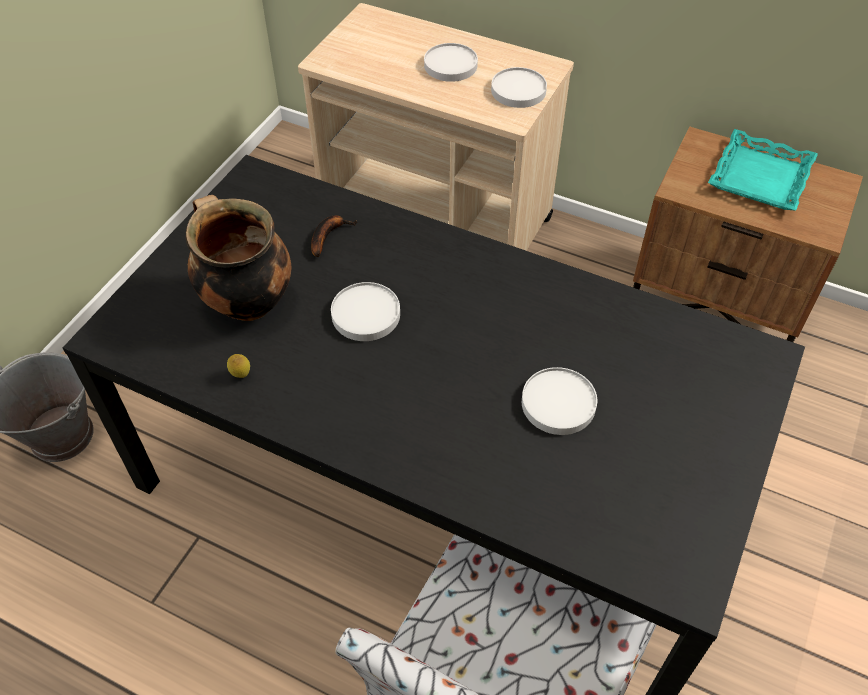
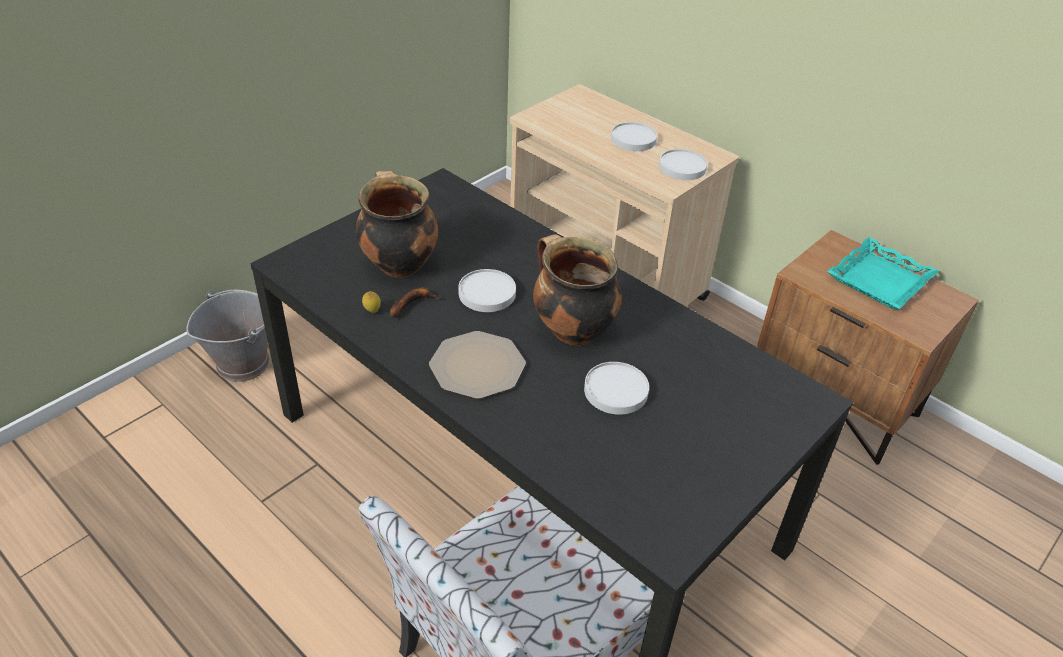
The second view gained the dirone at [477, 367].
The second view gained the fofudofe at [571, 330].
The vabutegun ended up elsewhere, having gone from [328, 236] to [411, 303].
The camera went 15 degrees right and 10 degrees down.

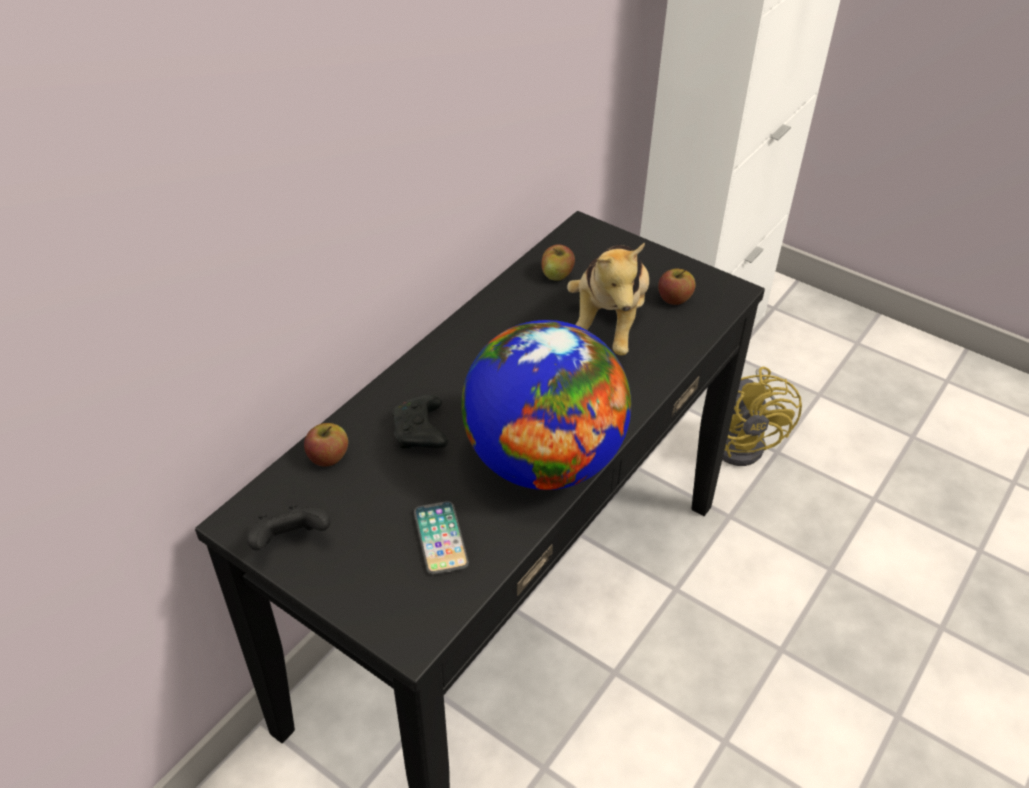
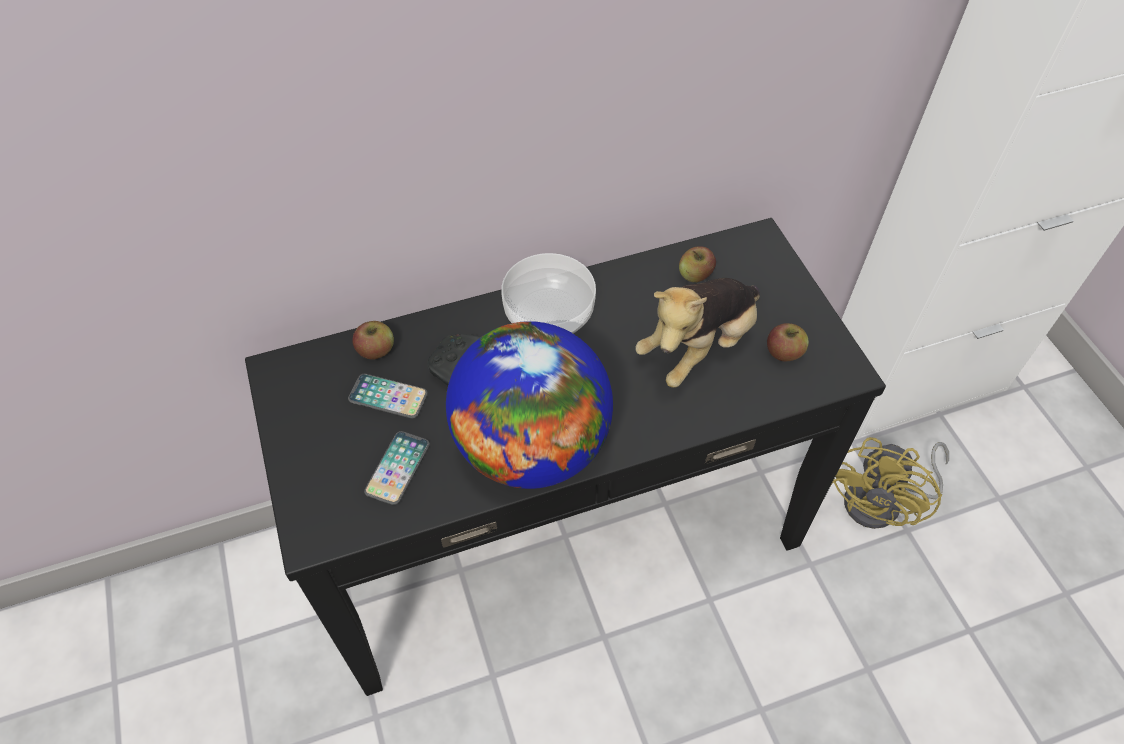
The second view lost the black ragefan at [291, 542].
The second view gained the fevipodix at [388, 397].
The second view gained the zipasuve at [549, 312].
The camera went 35 degrees right and 10 degrees up.

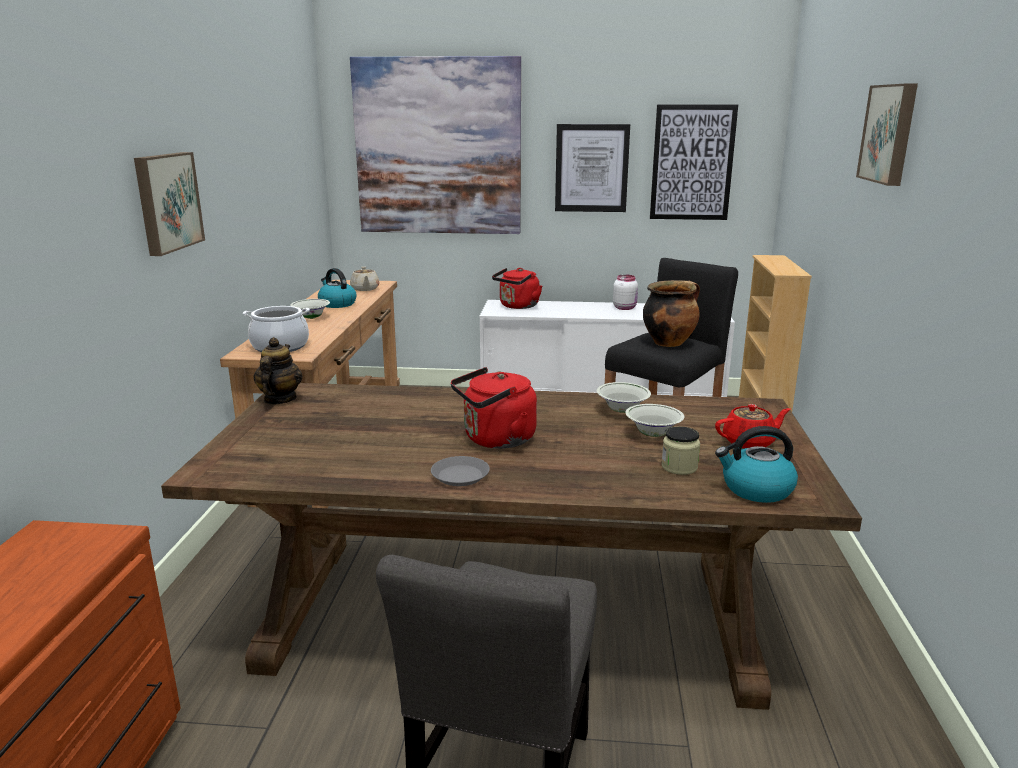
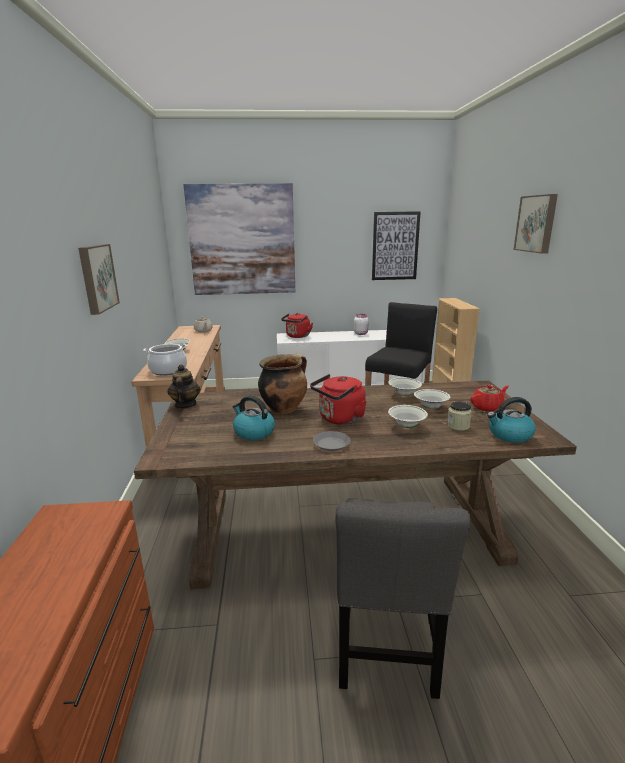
The second view lost the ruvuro at [591, 168].
The second view gained the white zipasuve at [406, 426].
The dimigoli ended up elsewhere, having gone from [337, 304] to [253, 432].
The fofudofe ended up elsewhere, having gone from [669, 342] to [284, 408].
The camera went 10 degrees left and 0 degrees up.

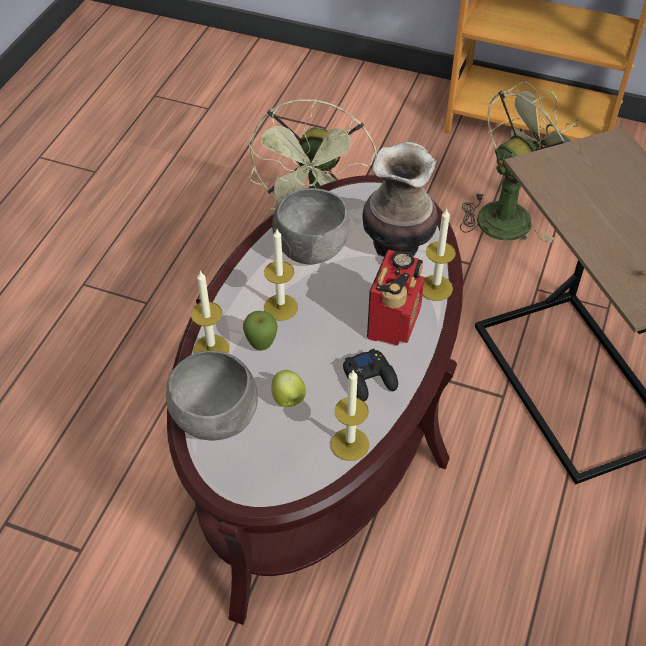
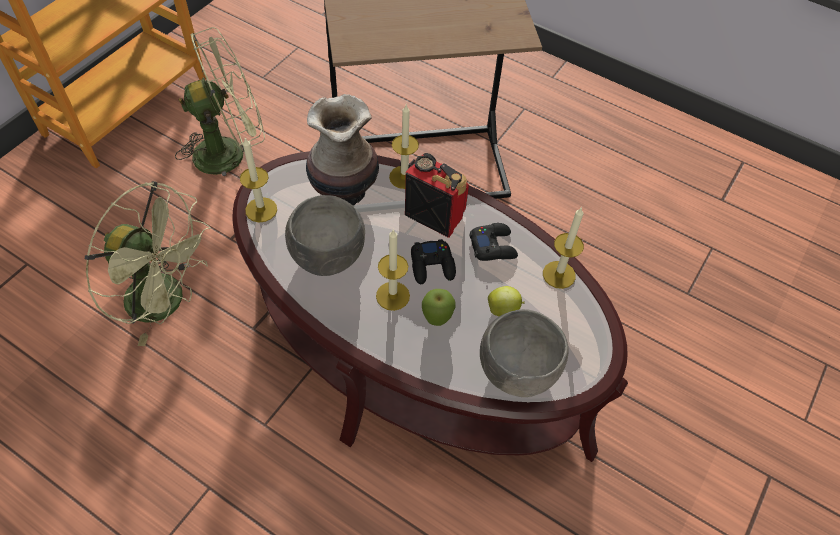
The second view gained the black ragefan at [432, 265].
The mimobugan ended up elsewhere, having gone from [211, 348] to [261, 210].
The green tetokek at [512, 215] ended up facing another way, 90 degrees clockwise from before.
The camera went 80 degrees left and 5 degrees up.

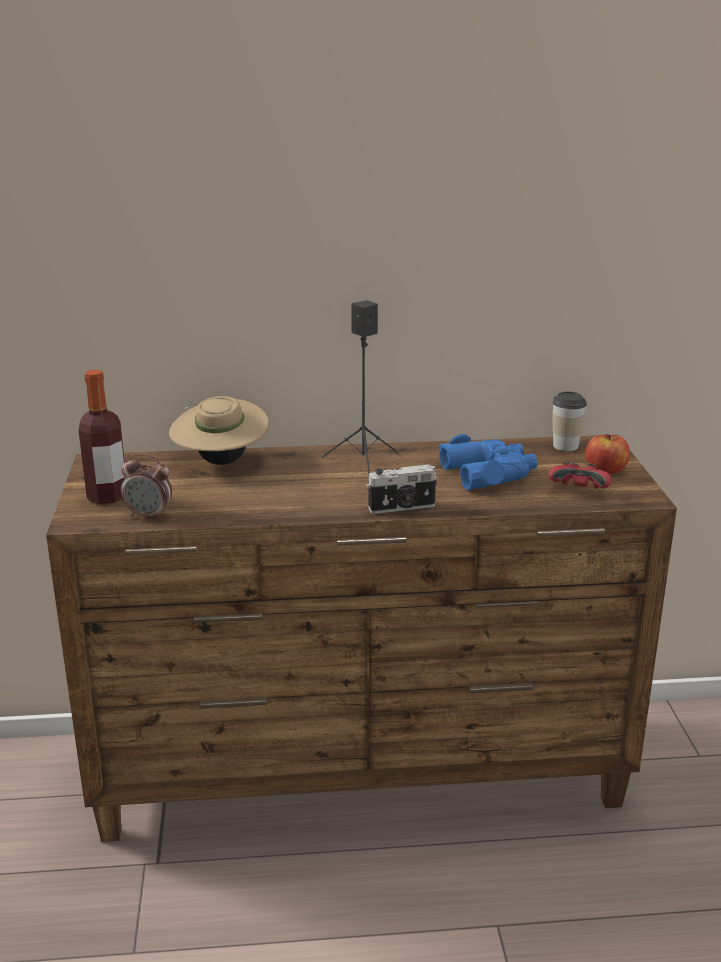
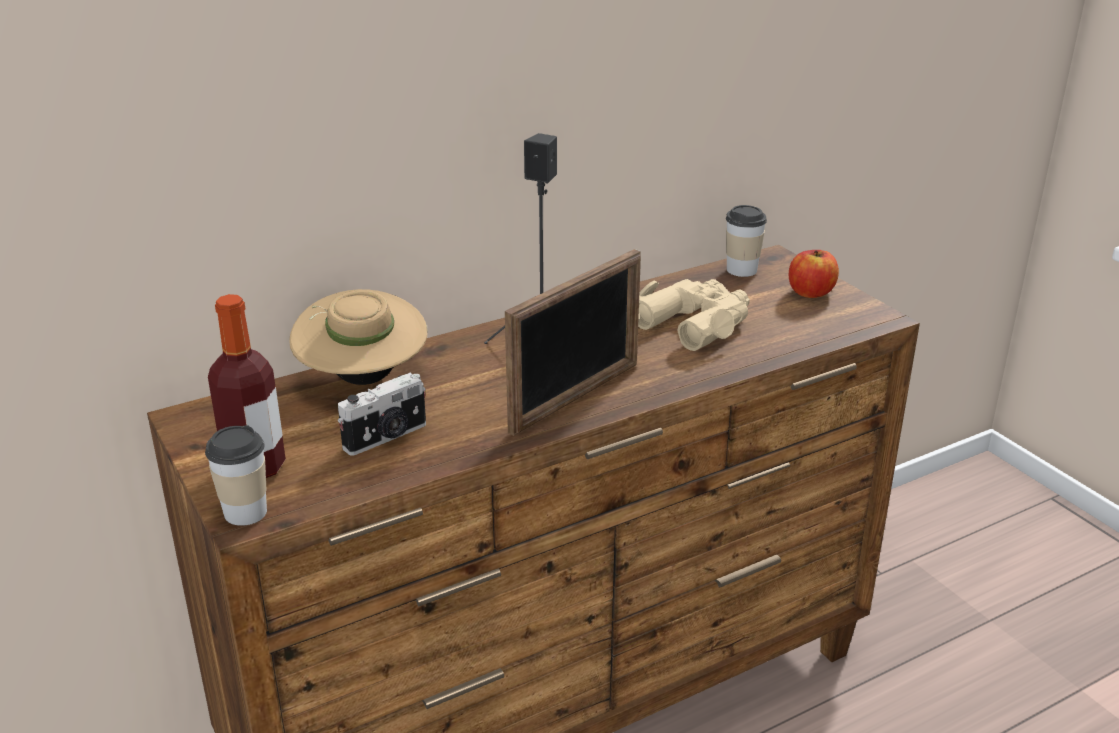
The second view lost the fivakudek at [149, 515].
The second view lost the red ragefan at [579, 490].
The second view gained the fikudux at [245, 512].
The second view gained the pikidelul at [576, 397].
The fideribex ended up elsewhere, having gone from [402, 508] to [387, 437].
What was the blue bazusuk at [489, 473] turned into the beige bazusuk at [695, 322].
The camera went 25 degrees left and 5 degrees up.

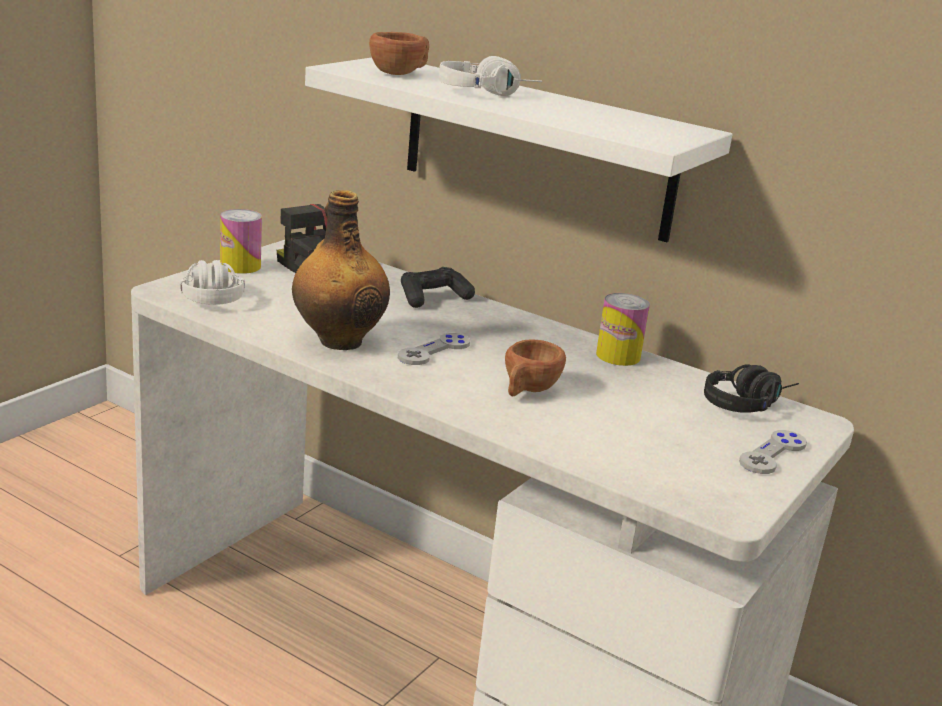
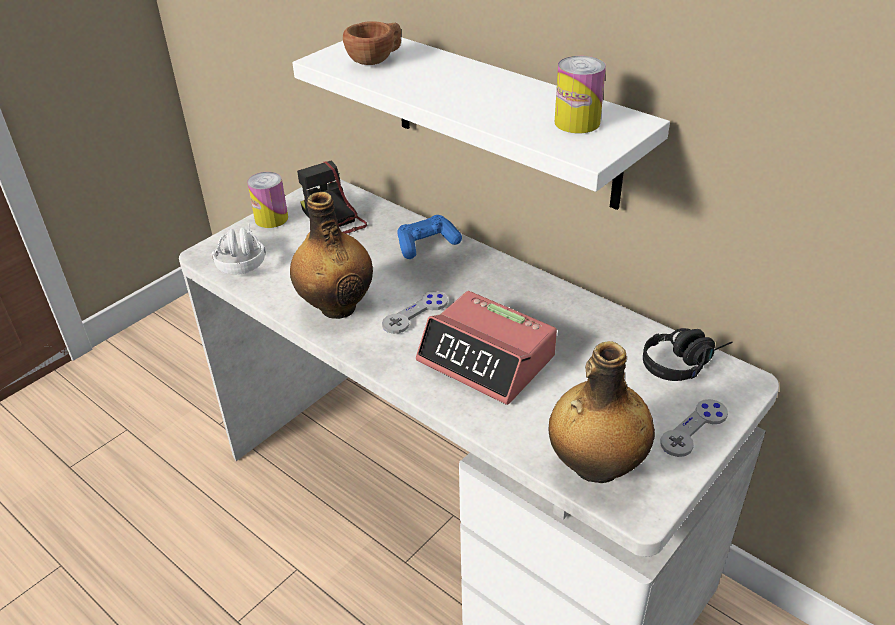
The second view lost the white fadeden at [487, 93].
The second view gained the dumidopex at [595, 467].
The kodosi ended up elsewhere, having gone from [618, 356] to [577, 122].
Where the brown fikudux stood at [527, 390], the fivakudek came to stand at [487, 359].
What was the black ragefan at [433, 298] turned into the blue ragefan at [427, 244].
The camera went 10 degrees right and 15 degrees up.

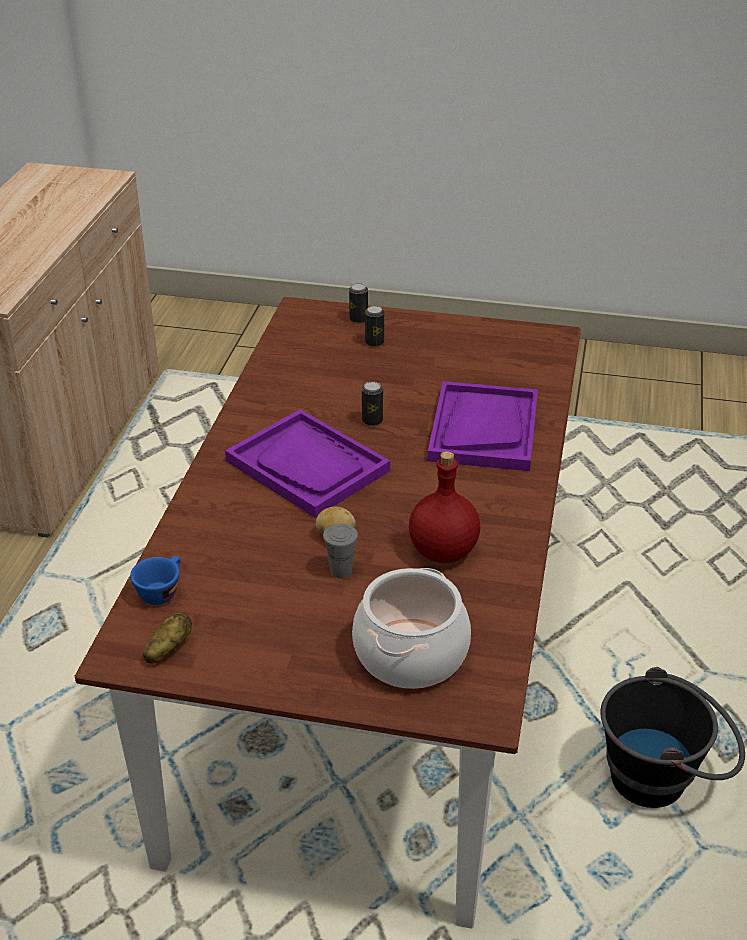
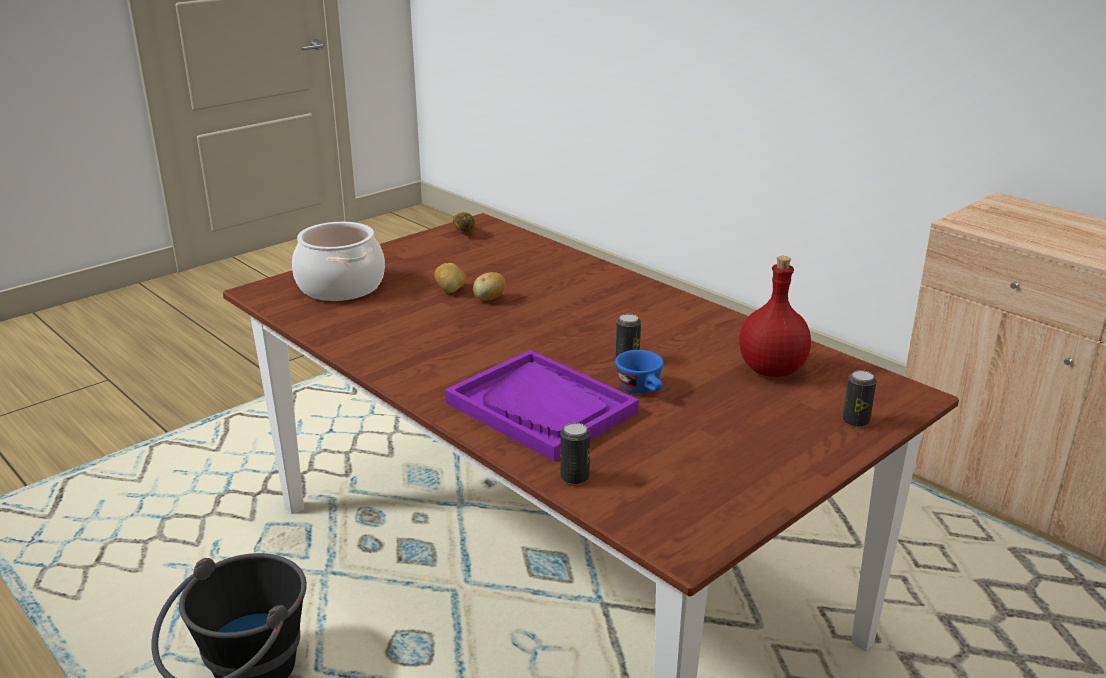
The second view lost the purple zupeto at [308, 466].
The blue fikudux ended up elsewhere, having gone from [161, 590] to [642, 390].
The kodosi ended up elsewhere, having gone from [374, 342] to [574, 477].
The red dumidopex ended up elsewhere, having gone from [442, 552] to [771, 369].
Where the grey fikudux stood at [341, 571], the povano came to stand at [451, 290].
The camera went 125 degrees right and 10 degrees down.

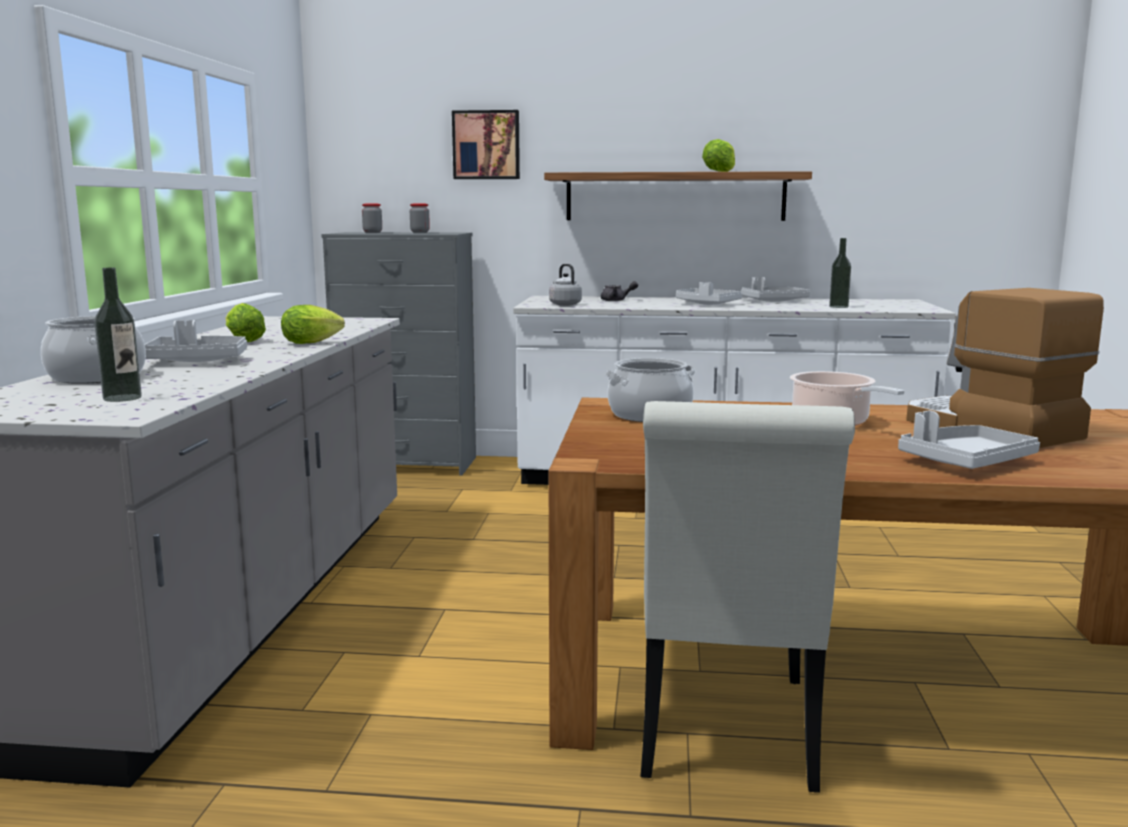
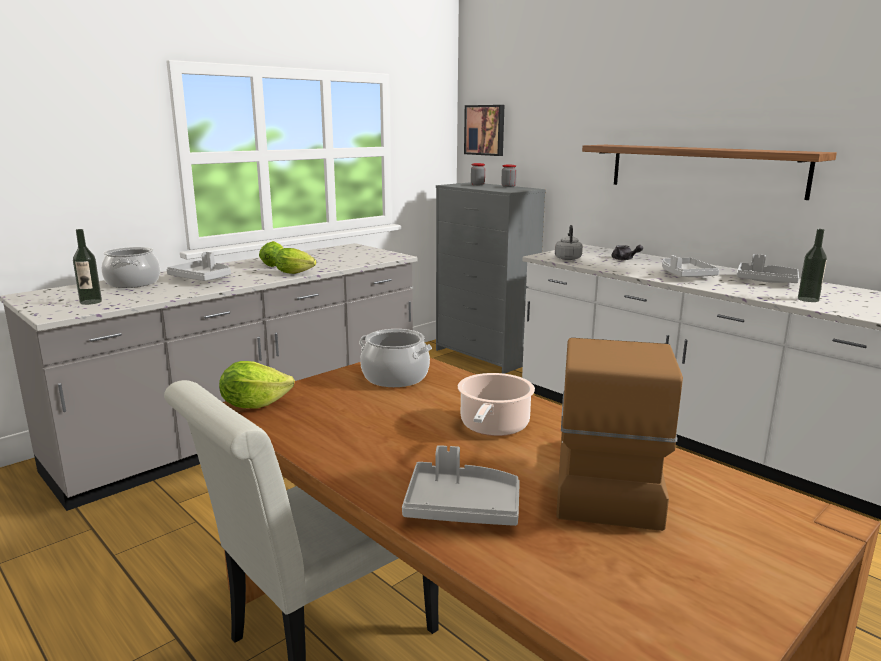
The ruvuro ended up elsewhere, having gone from [486, 145] to [485, 130].
The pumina ended up elsewhere, having gone from [719, 172] to [254, 404].
The camera went 40 degrees right and 5 degrees up.

